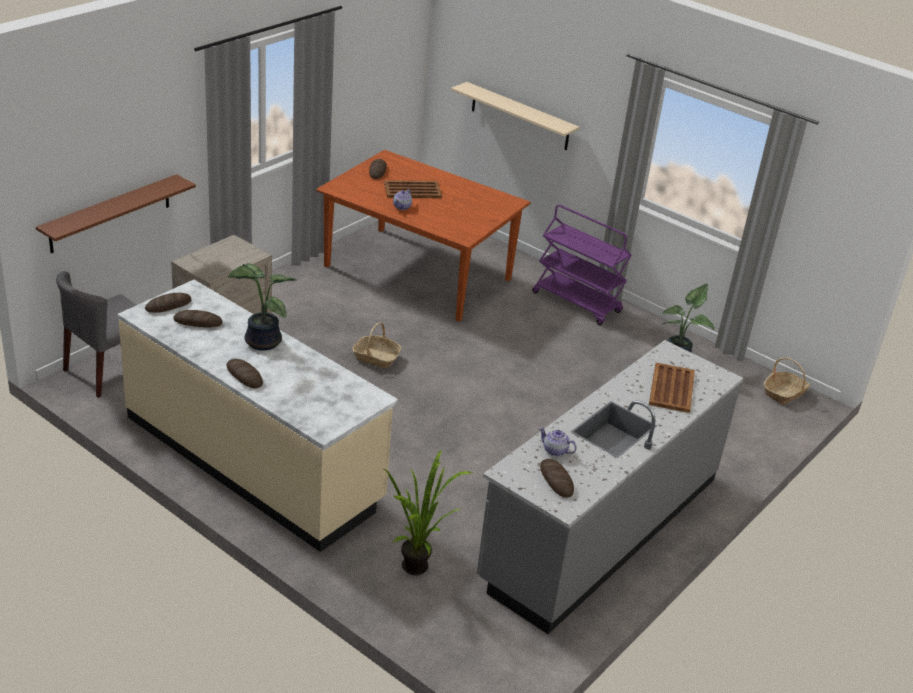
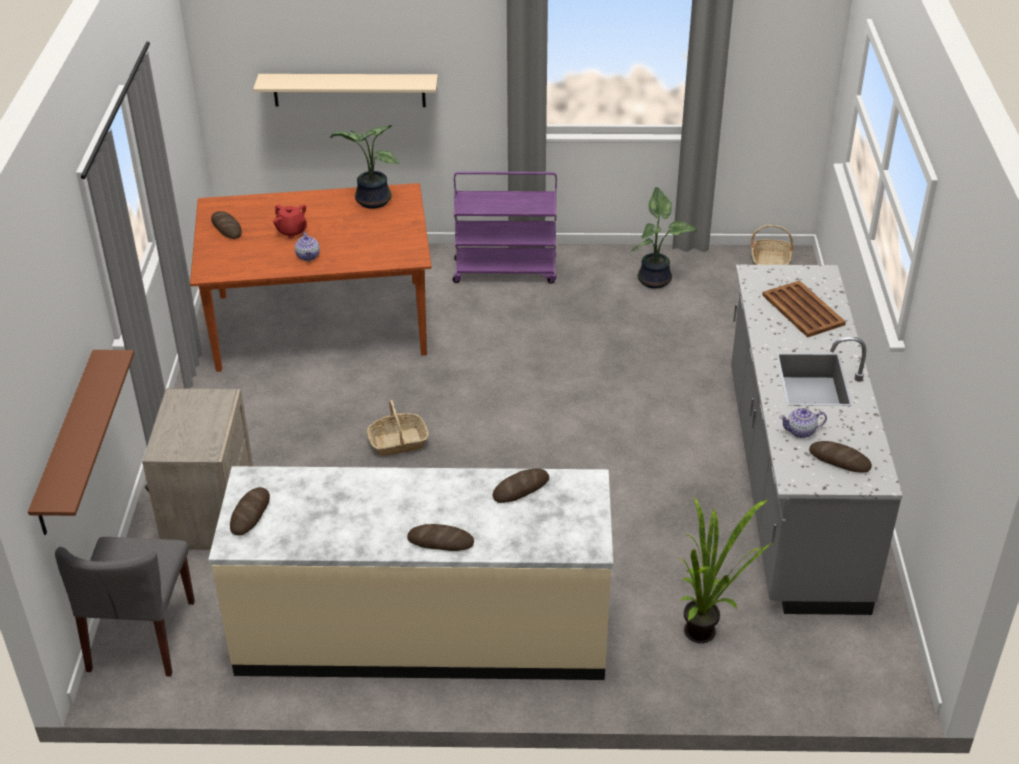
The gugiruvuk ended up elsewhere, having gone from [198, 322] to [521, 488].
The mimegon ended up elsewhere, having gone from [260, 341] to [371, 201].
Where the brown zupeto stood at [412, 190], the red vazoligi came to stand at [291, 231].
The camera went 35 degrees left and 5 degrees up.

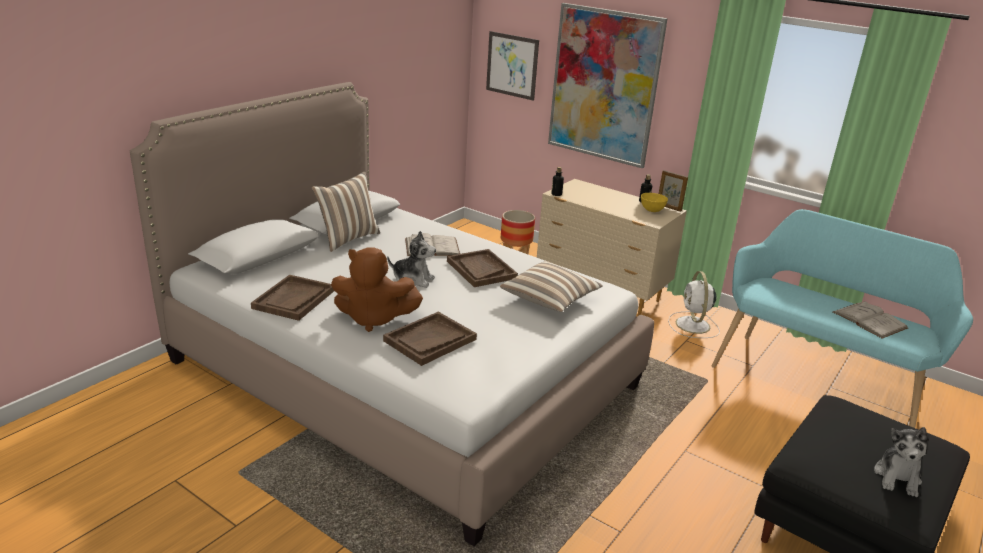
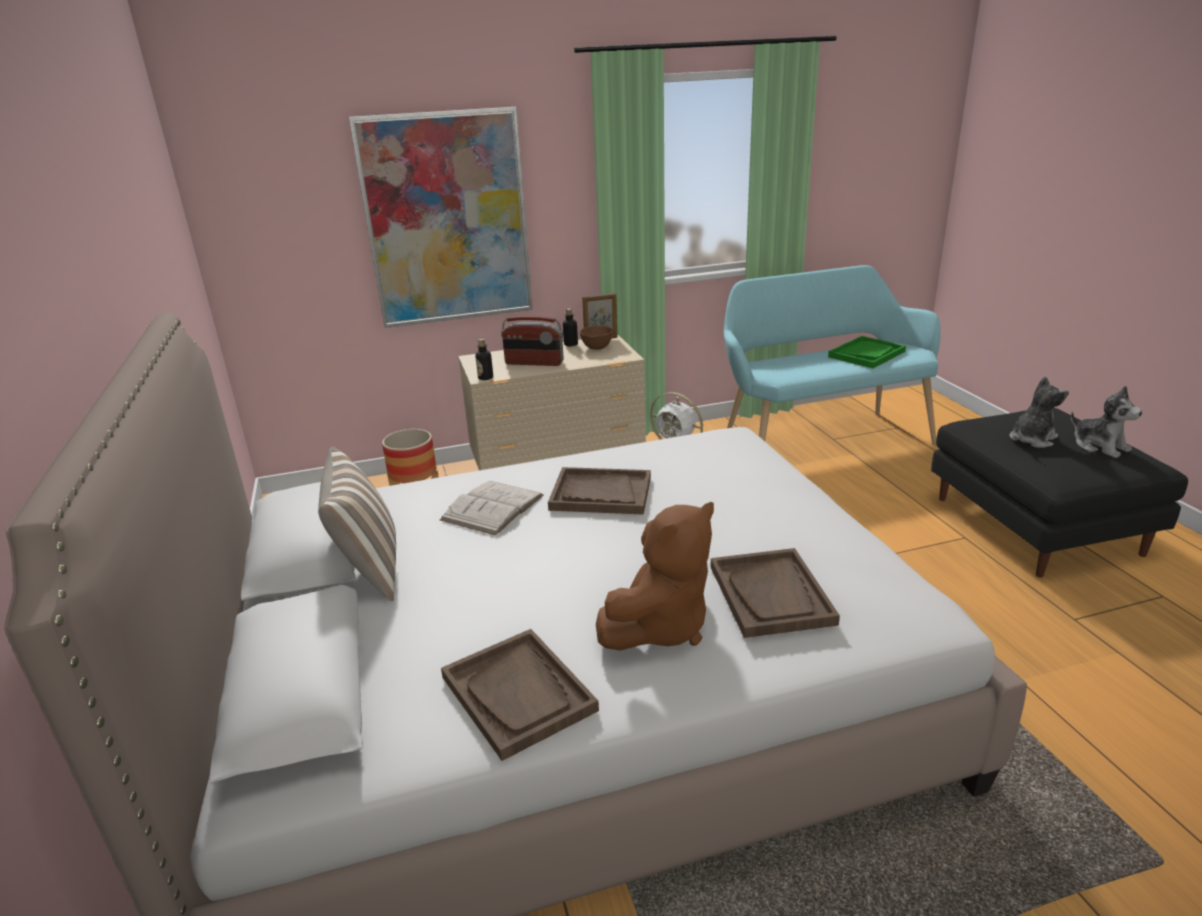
The second view lost the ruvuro at [512, 65].
The second view lost the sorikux at [550, 300].
The second view gained the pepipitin at [534, 363].
The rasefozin ended up elsewhere, having gone from [413, 279] to [1031, 439].
Where the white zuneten stood at [869, 320], the green zupeto came to stand at [866, 354].
What was the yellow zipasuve at [651, 210] turned into the brown zipasuve at [596, 348].
The camera went 50 degrees left and 0 degrees up.

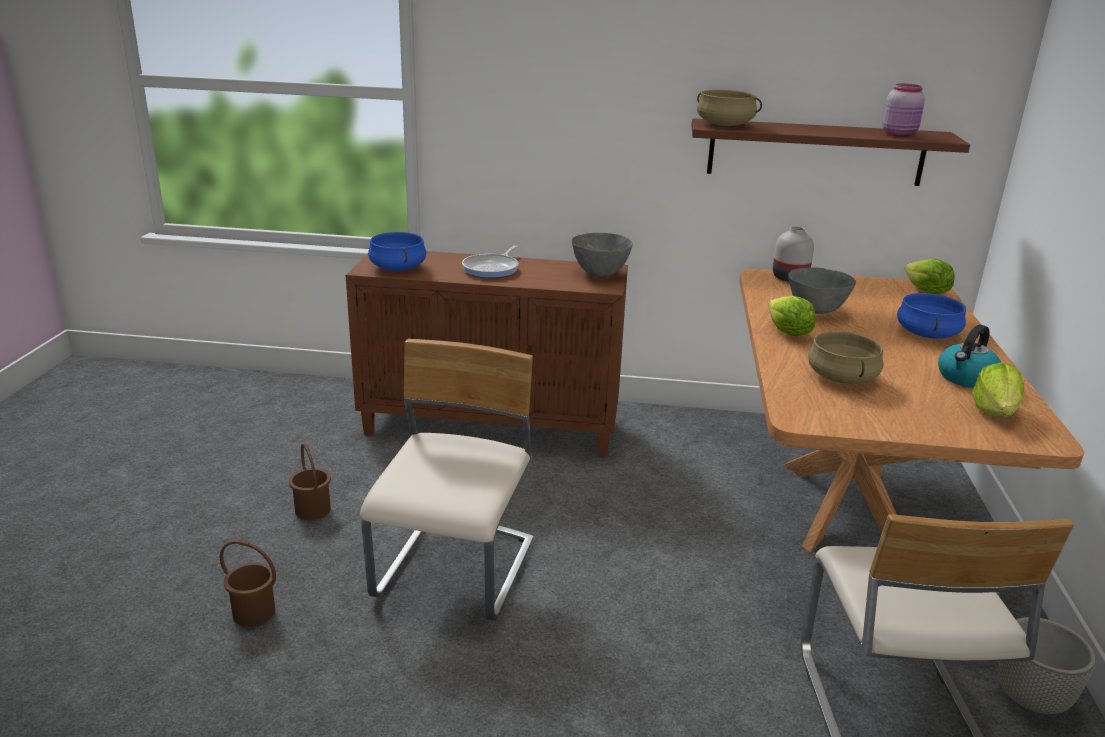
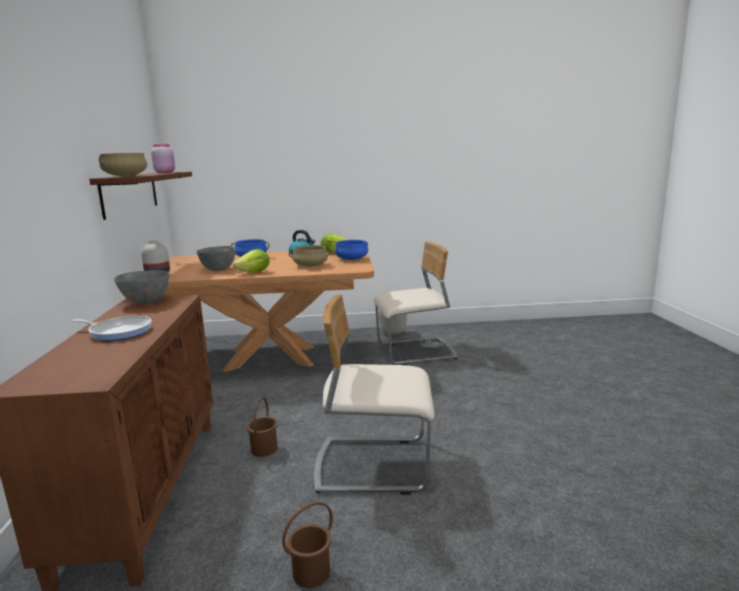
The second view lost the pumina at [926, 292].
The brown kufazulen ended up elsewhere, having gone from [254, 612] to [263, 449].
The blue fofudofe ended up elsewhere, having gone from [397, 268] to [351, 259].
The camera went 100 degrees left and 10 degrees down.

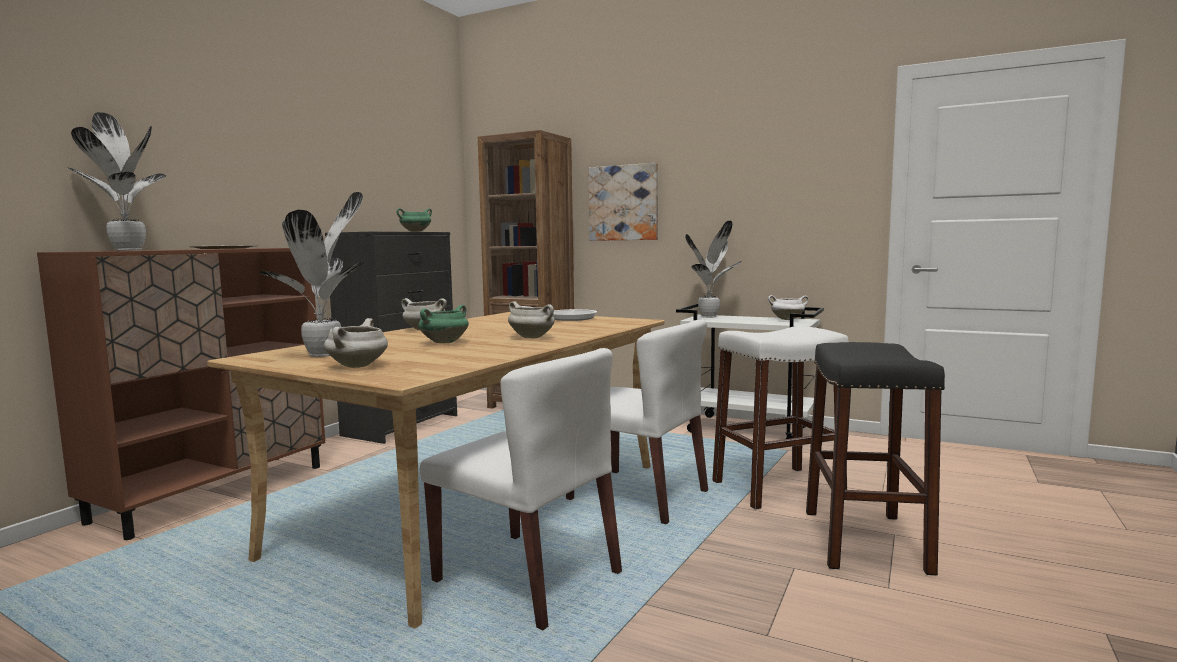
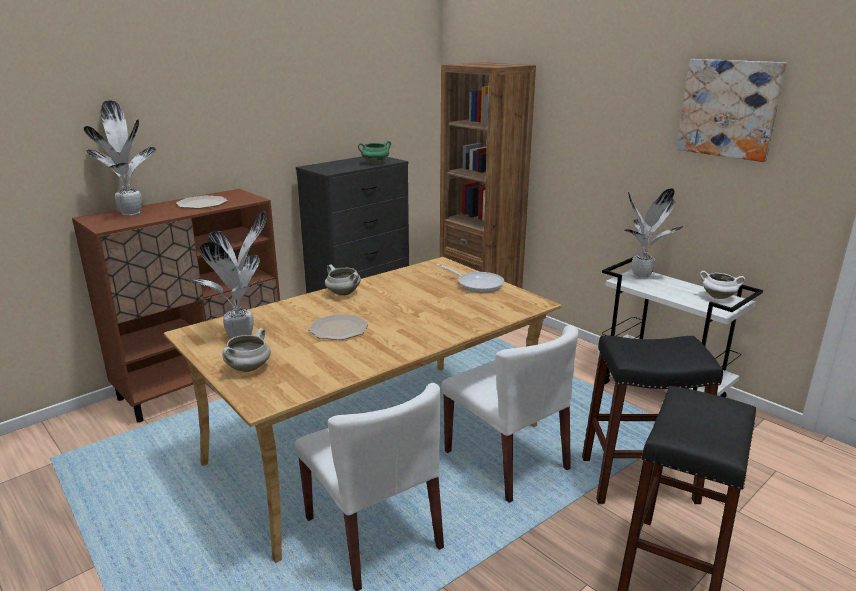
The second view lost the white fofudofe at [532, 337].
The ruvuro ended up elsewhere, having gone from [623, 203] to [729, 108].
Where the green fofudofe stood at [444, 342], the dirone came to stand at [339, 328].
What was the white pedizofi at [777, 487] turned into the black pedizofi at [638, 479].
The camera went 20 degrees right and 15 degrees up.

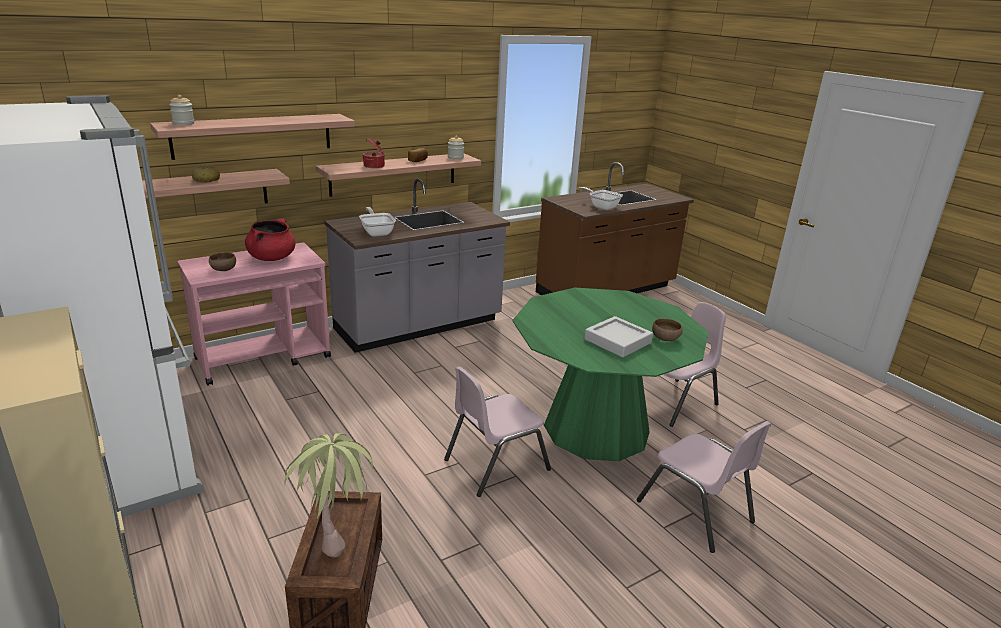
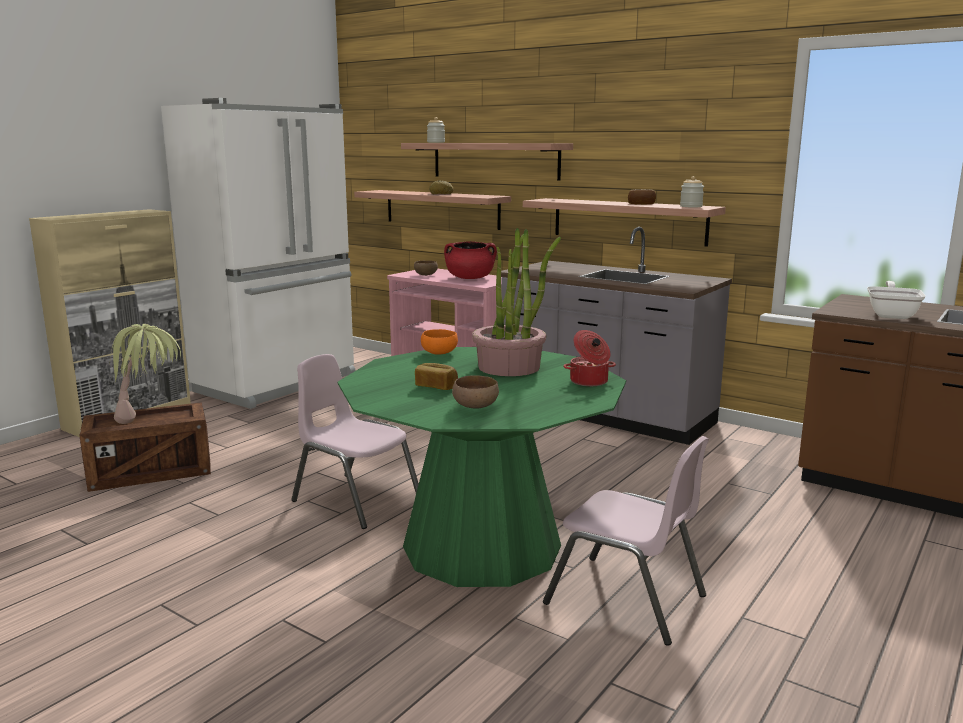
The second view lost the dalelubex at [377, 232].
The second view lost the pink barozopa at [695, 511].
The second view gained the orange zipasuve at [440, 353].
The second view gained the mimegon at [509, 367].
The fofudofe ended up elsewhere, having gone from [374, 166] to [589, 382].
Where the grey zupeto stood at [617, 341], the gugiruvuk came to stand at [436, 386].
The camera went 70 degrees right and 10 degrees down.

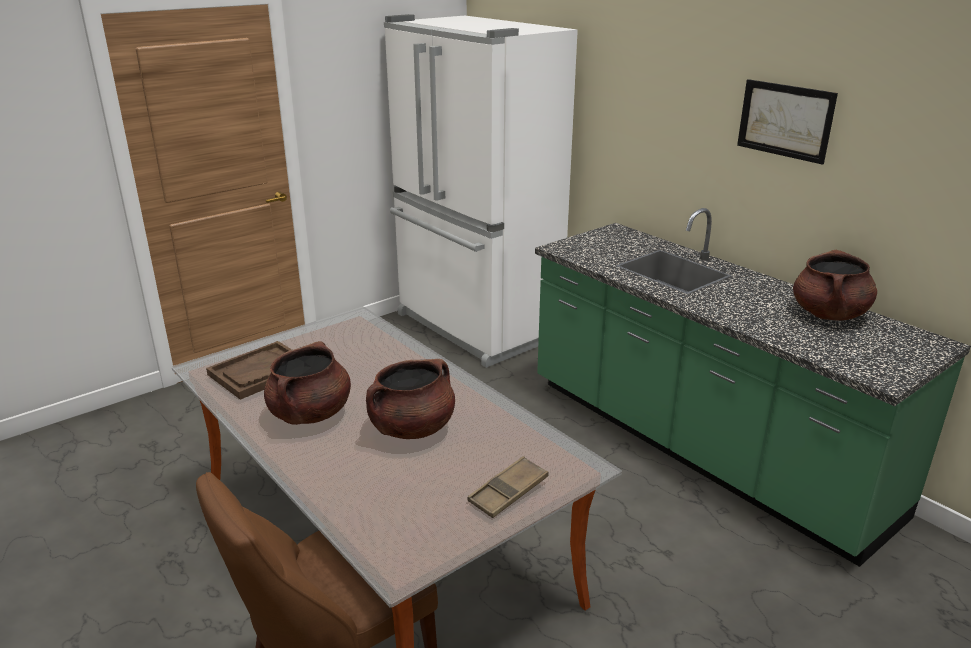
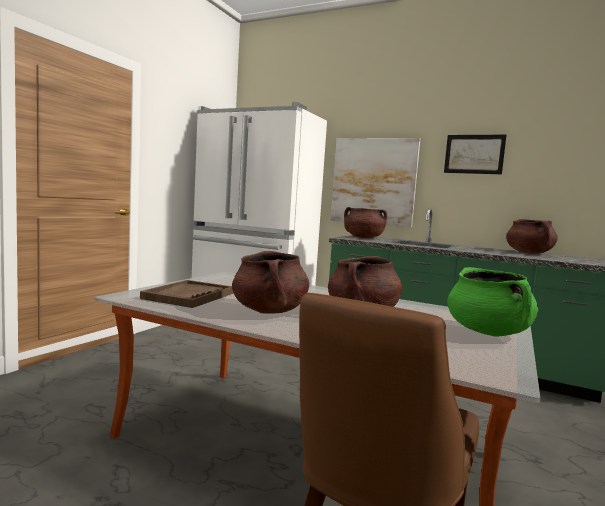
The second view gained the ruvuro at [373, 181].
The second view gained the brown fofudofe at [363, 237].
Where the brown zupeto stood at [508, 492], the green fofudofe came to stand at [488, 332].
The camera went 25 degrees left and 20 degrees down.

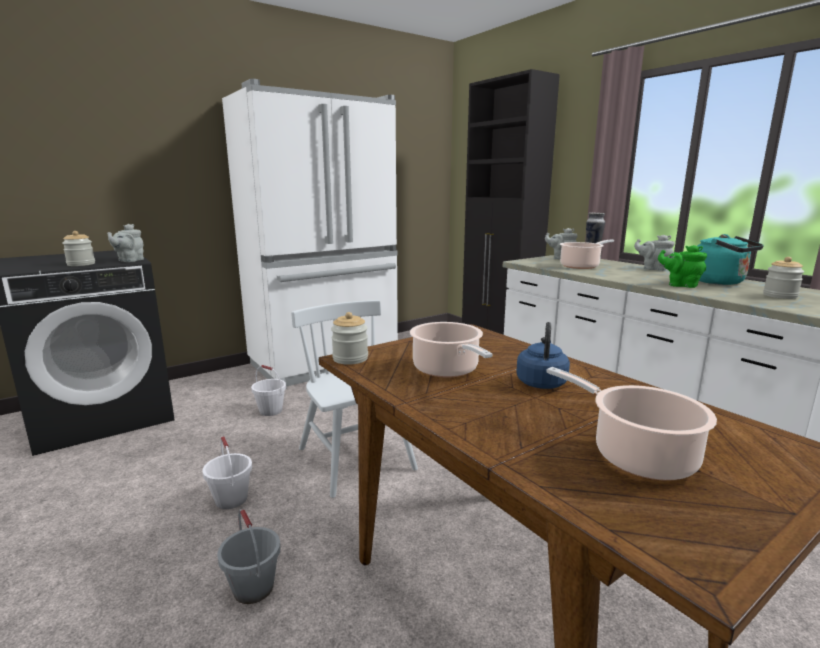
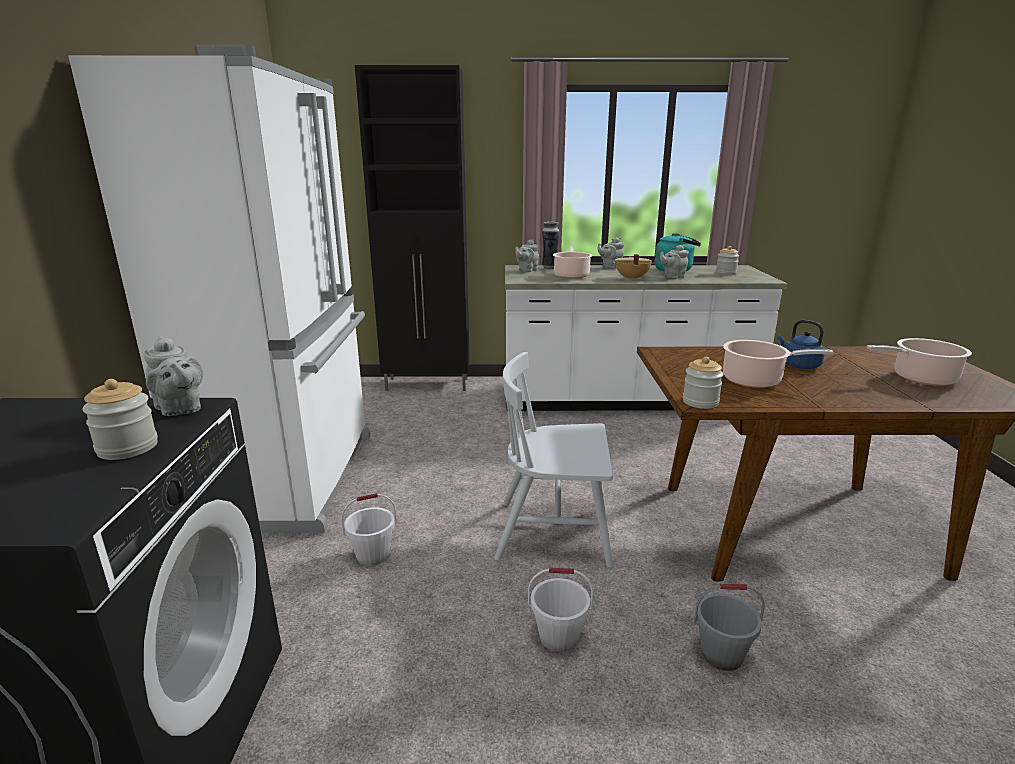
The second view gained the beige fofudofe at [631, 278].
What was the green vazoligi at [680, 285] turned into the grey vazoligi at [672, 277].
The camera went 55 degrees left and 5 degrees up.

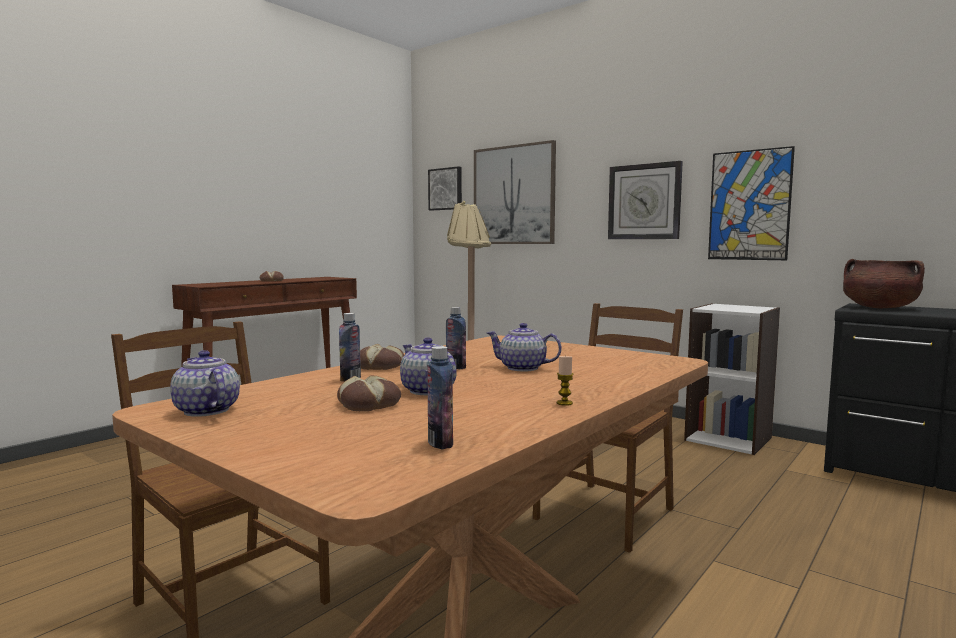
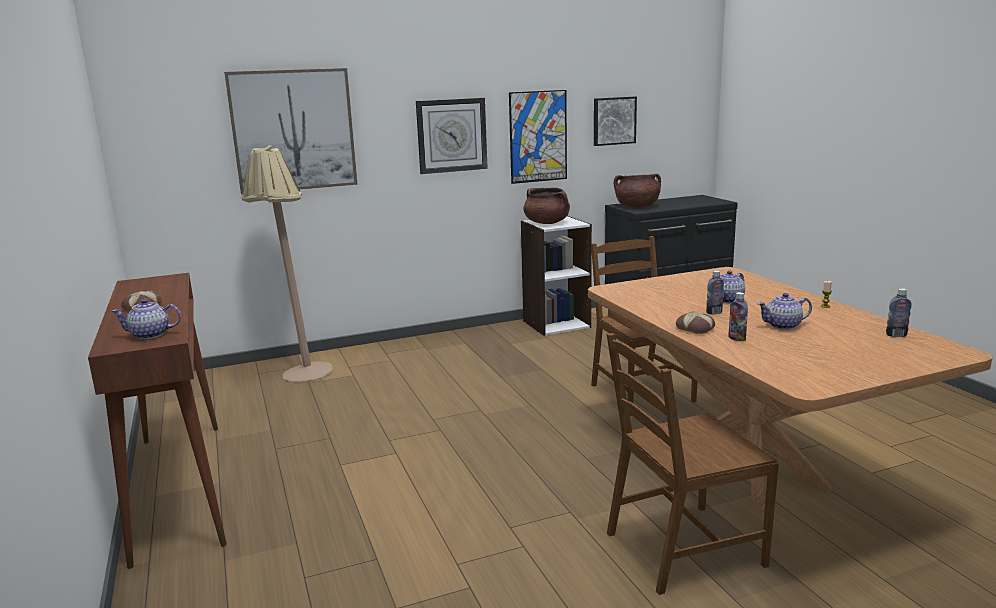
The second view lost the gugiruvuk at [369, 403].
The second view gained the brown fofudofe at [547, 223].
The vazoligi ended up elsewhere, having gone from [206, 411] to [150, 335].
The ruvuro ended up elsewhere, having gone from [446, 189] to [613, 121].
The camera went 60 degrees left and 10 degrees up.

